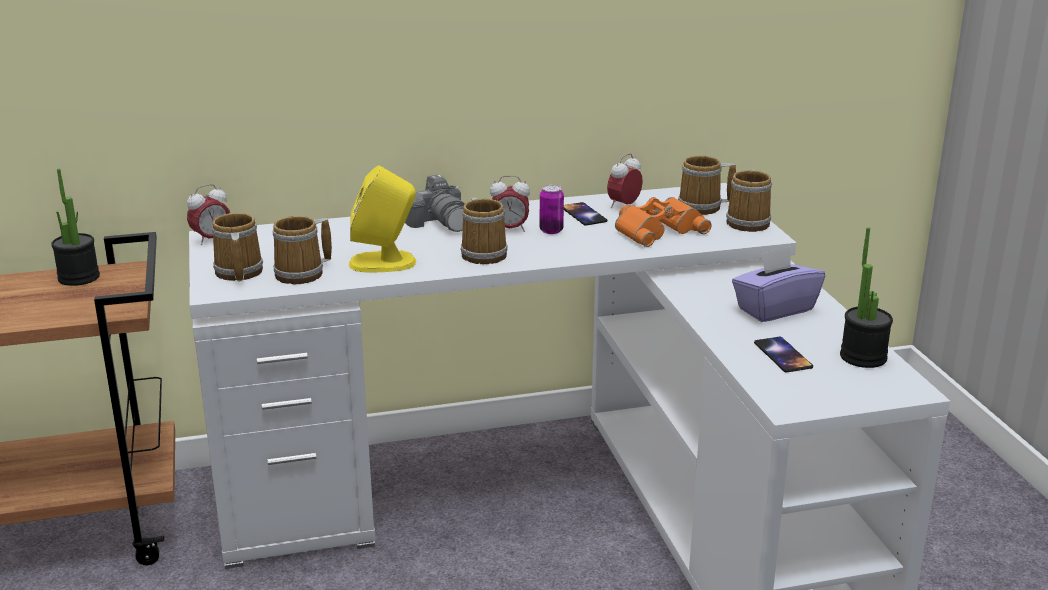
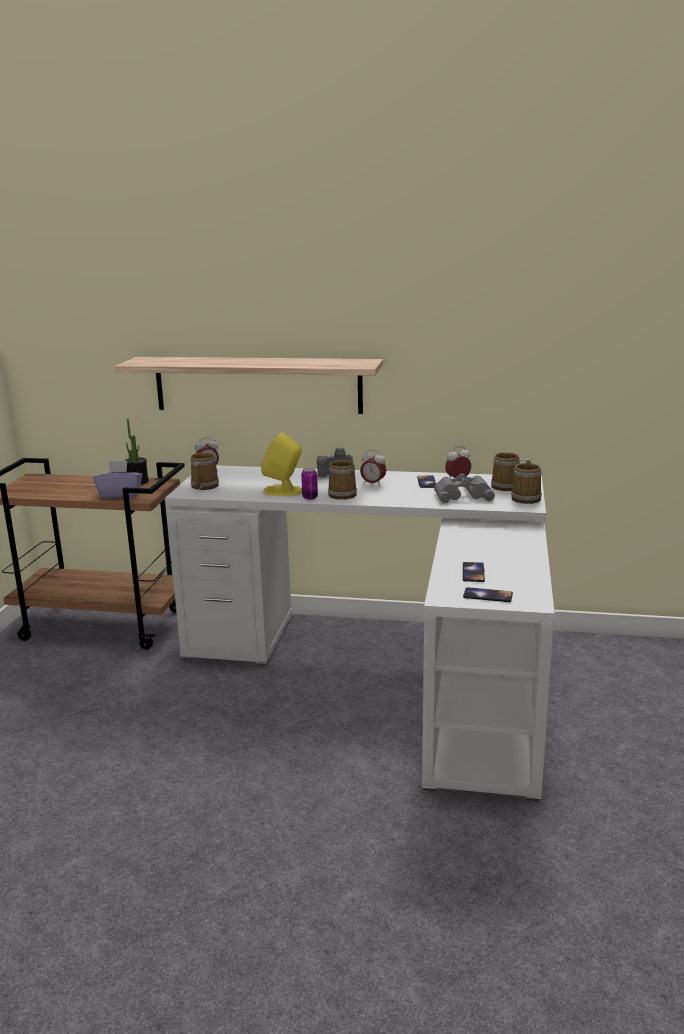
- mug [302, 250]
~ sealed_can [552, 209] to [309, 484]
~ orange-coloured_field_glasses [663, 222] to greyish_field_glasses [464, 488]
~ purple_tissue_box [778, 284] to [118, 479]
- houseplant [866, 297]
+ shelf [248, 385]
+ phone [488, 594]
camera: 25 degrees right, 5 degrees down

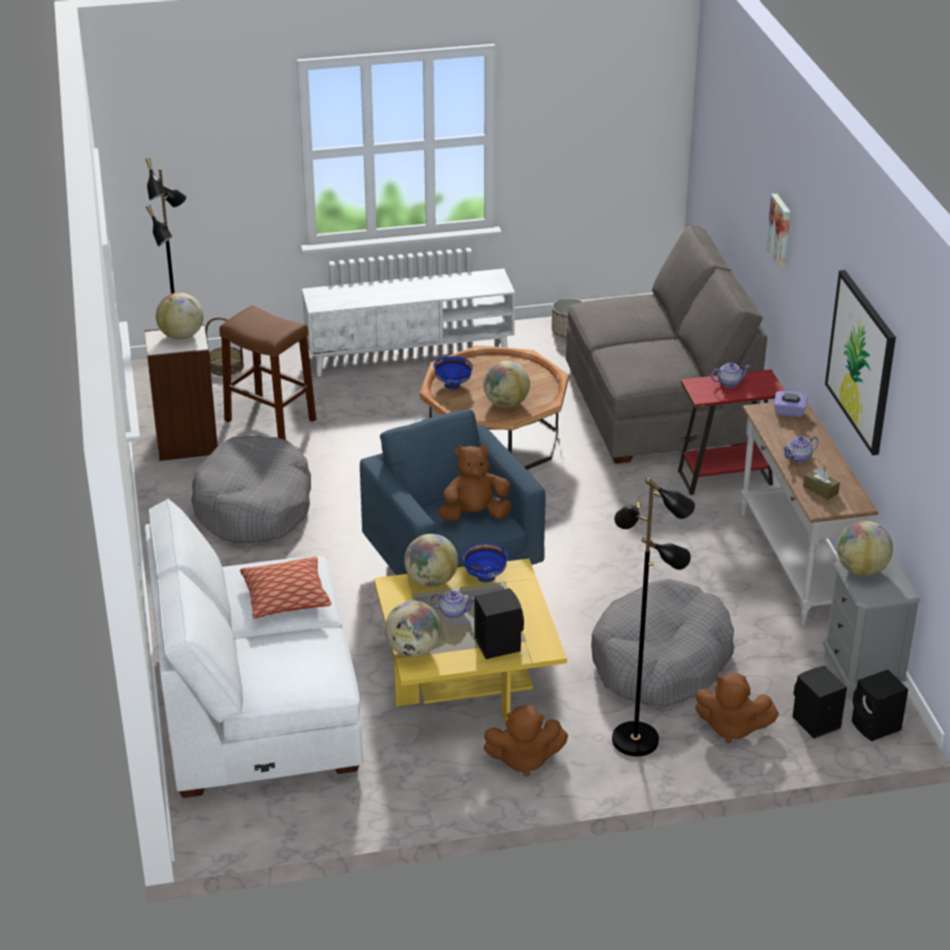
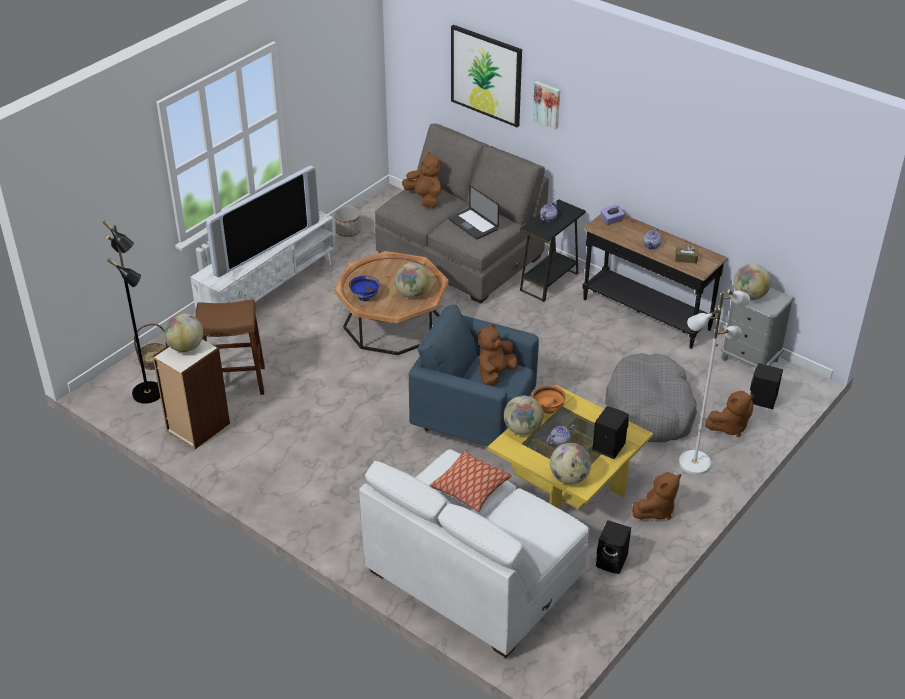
- greyish_dog_cushion [251, 489]
~ bluish_deep_dish [485, 562] to orange-coloured_deep_dish [549, 399]
~ black-coloured_standard_lamp [653, 616] to white-coloured_standard_lamp [714, 382]
~ red-coloured_side_table [731, 432] to black-coloured_side_table [553, 250]
~ white-coloured_hall_table [809, 514] to black-coloured_hall_table [655, 281]
~ wall_picture [860, 362] to [486, 76]
~ black-coloured_audio_speaker [880, 705] to [613, 547]
+ TV [263, 221]
+ brown_cuddly_toy [421, 180]
+ laptop [473, 212]
camera: 40 degrees left, 5 degrees up

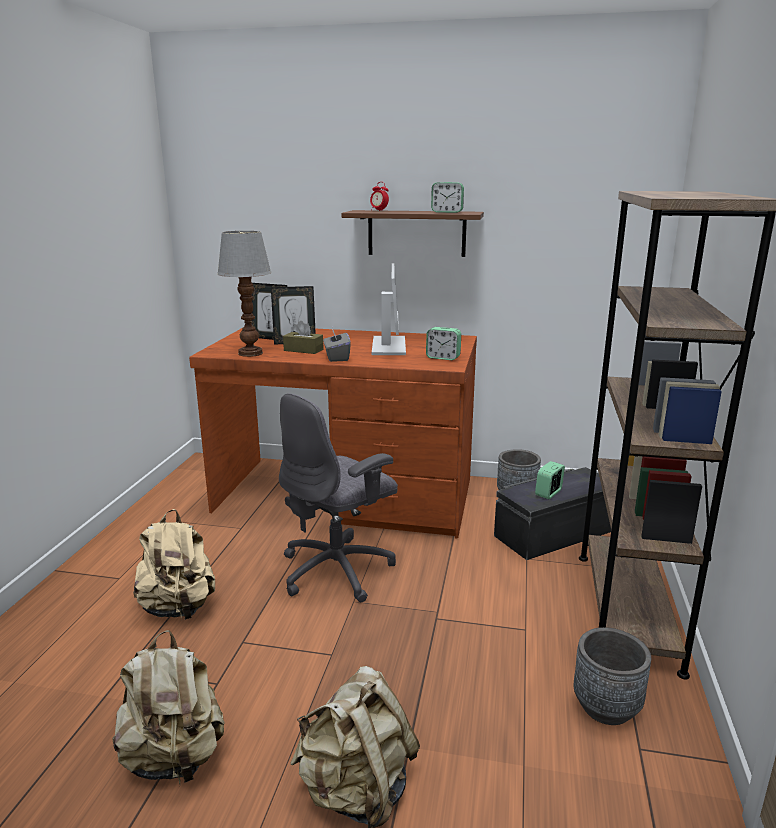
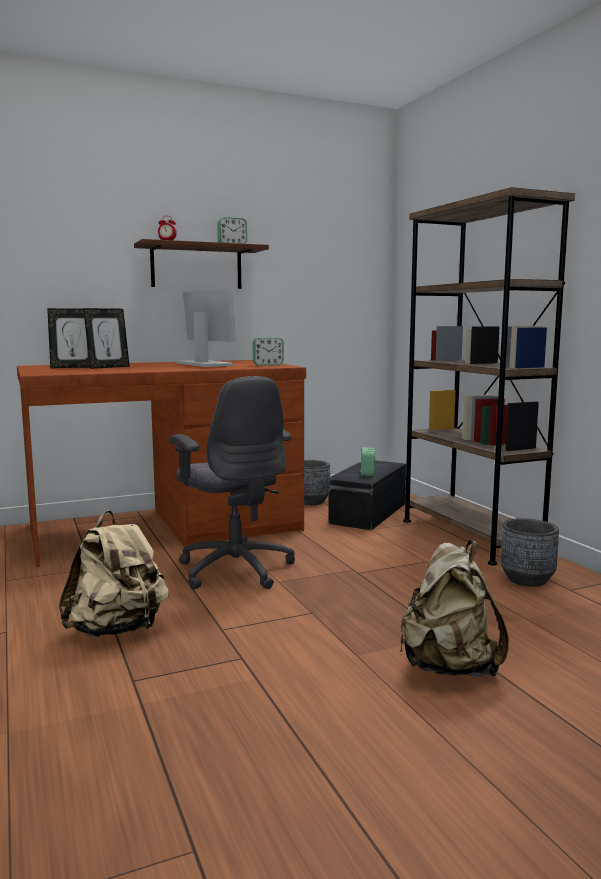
- sand-coloured_knapsack [168, 707]
- lamp_for_a_table [244, 294]
~ greyish_computer_chair [338, 497] = [232, 482] 45 degrees counterclockwise
- brown_tissue_box [303, 337]
- greyish_tissue_box [337, 344]
camera: 35 degrees left, 10 degrees down

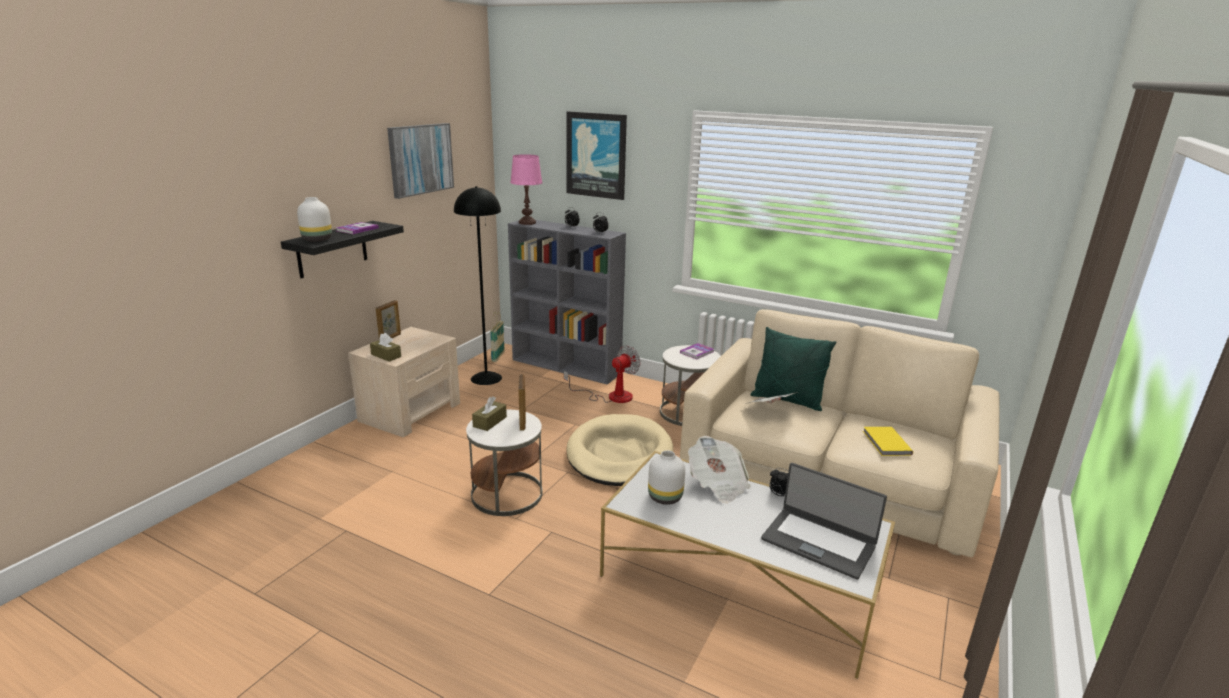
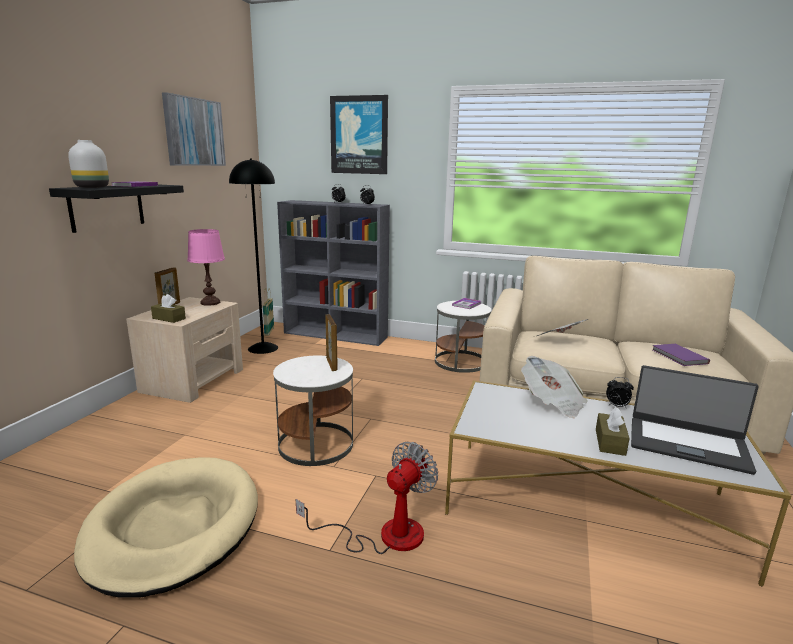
~ brown_tissue_box [489, 414] to [613, 431]
~ pinkish_lamp_for_a_table [526, 189] to [206, 267]
~ electric_fan [602, 374] to [367, 498]
~ sand-coloured_dog_cushion [619, 450] to [166, 527]
- white-coloured_flower_vase [666, 477]
- greenish_pillow [793, 369]
~ yellow-coloured_bound_book [888, 441] to purple_bound_book [681, 355]
camera: 10 degrees left, 5 degrees down

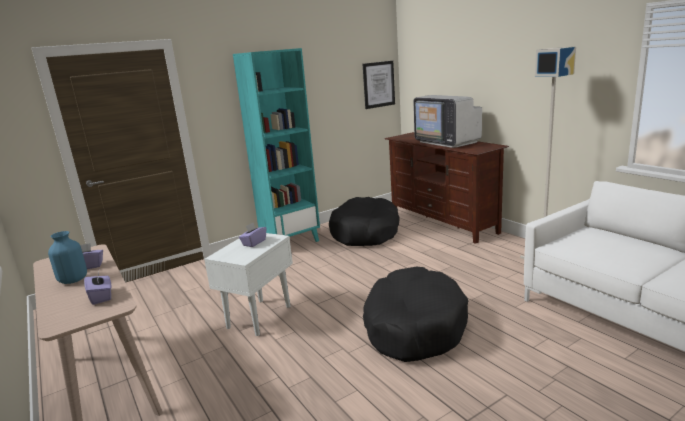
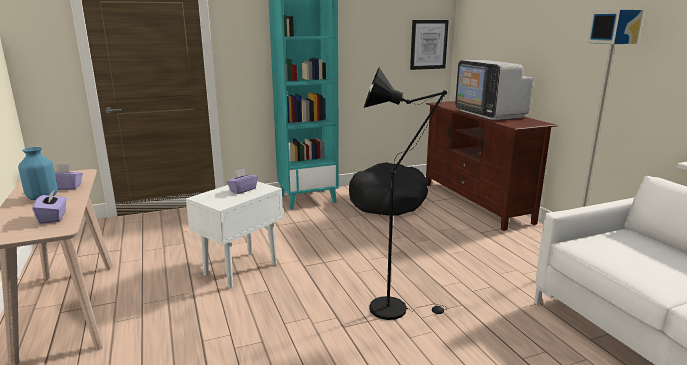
~ black-coloured_dog_cushion [415, 314] to black-coloured_standard_lamp [405, 193]
camera: 10 degrees right, 0 degrees up

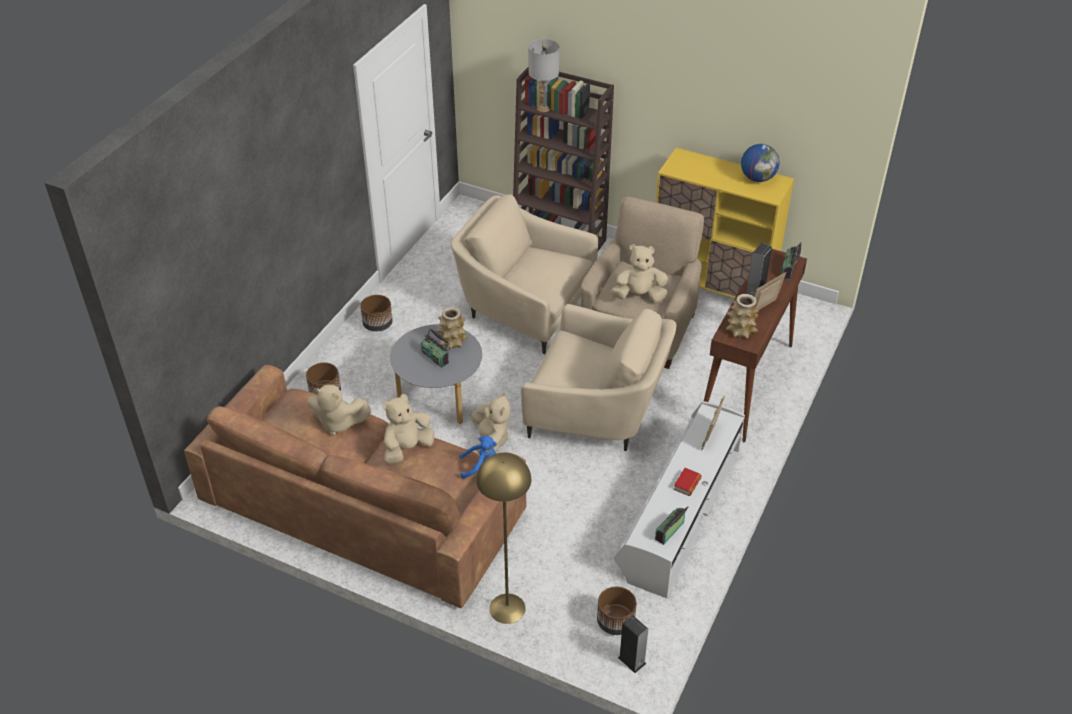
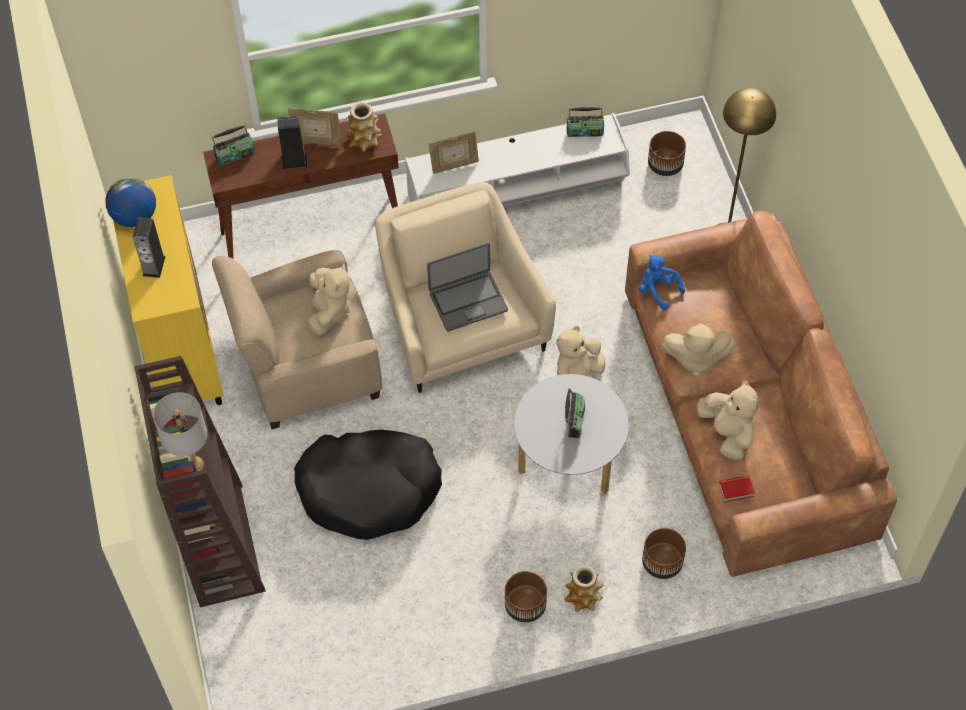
~ flower_vase [452, 328] to [584, 589]
~ sand-coloured_lounge_chair [524, 274] to black-coloured_dog_cushion [368, 485]
~ sand-coloured_cuddly_toy [639, 273] = [329, 299] 135 degrees counterclockwise
~ audio_speaker [633, 644] to [149, 247]
~ bound_book [687, 482] to [737, 488]
+ laptop [467, 287]
camera: 130 degrees left, 15 degrees up

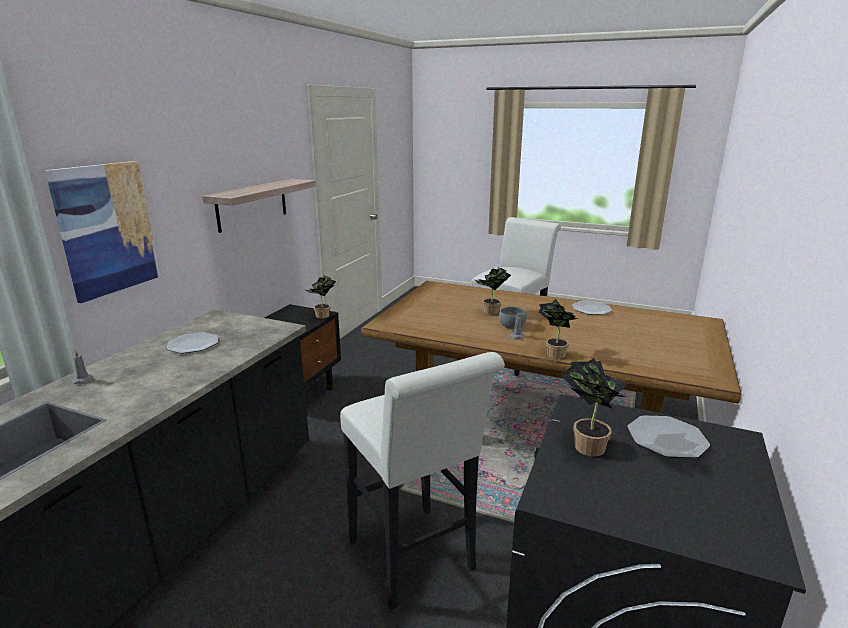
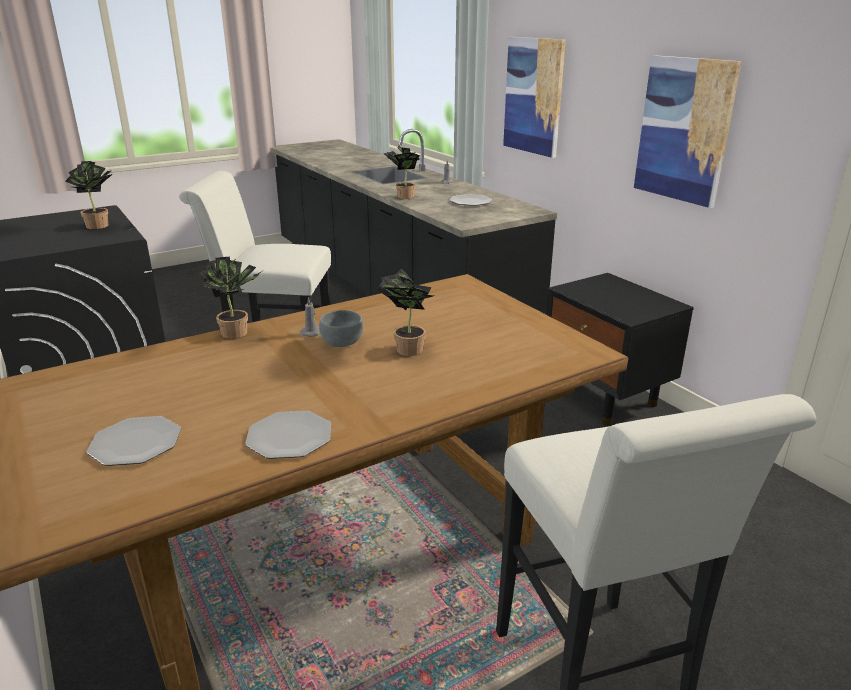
~ shelf [259, 206] to wall_picture [688, 131]
~ houseplant [321, 297] to [401, 172]
~ flat_dish [668, 436] to [134, 441]
camera: 125 degrees right, 5 degrees up

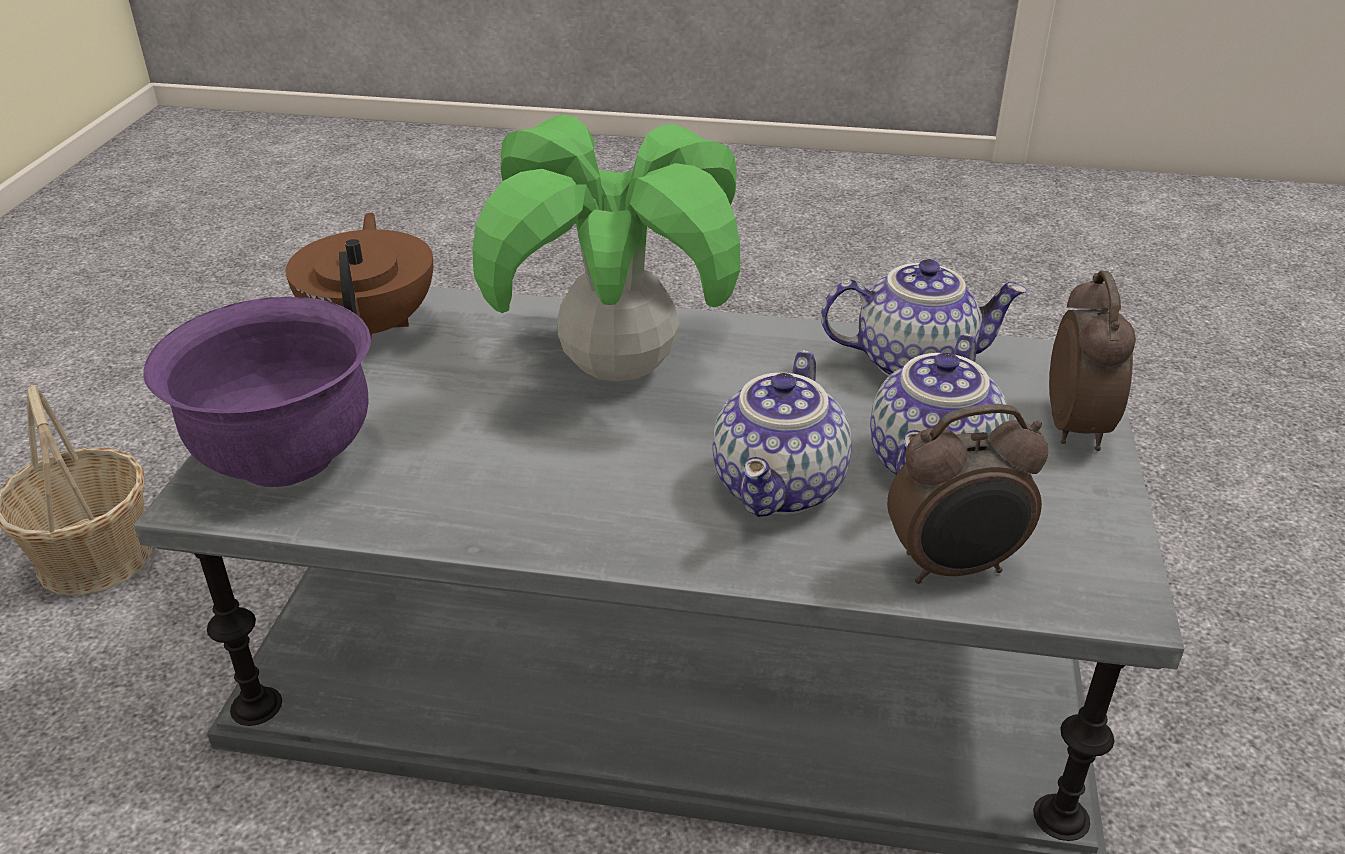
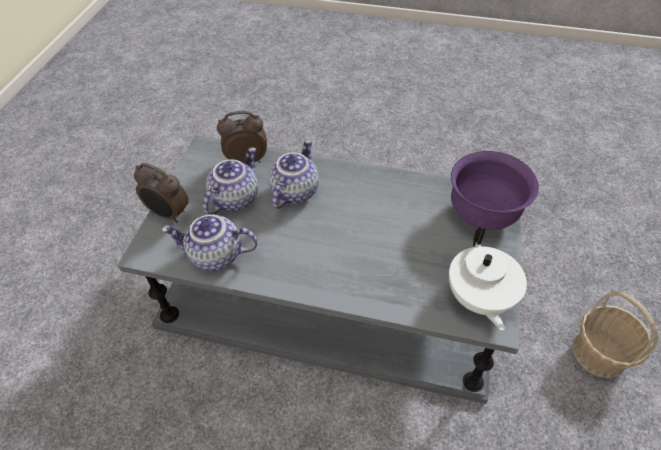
~ brown_teapot [359, 274] to white-coloured_teapot [488, 279]
- houseplant [606, 247]
~ alarm_clock [1092, 361] = [161, 193] 75 degrees counterclockwise
camera: 175 degrees left, 15 degrees up

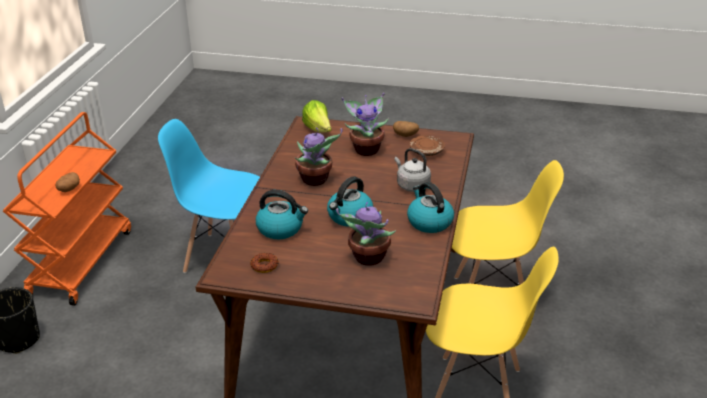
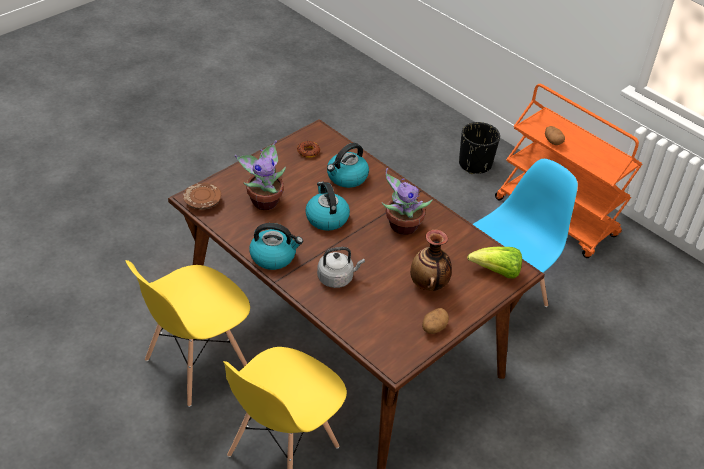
~ houseplant [365, 124] to flower_vase [431, 260]
~ brown_flat_dish [427, 146] to [202, 196]
camera: 120 degrees right, 10 degrees up

